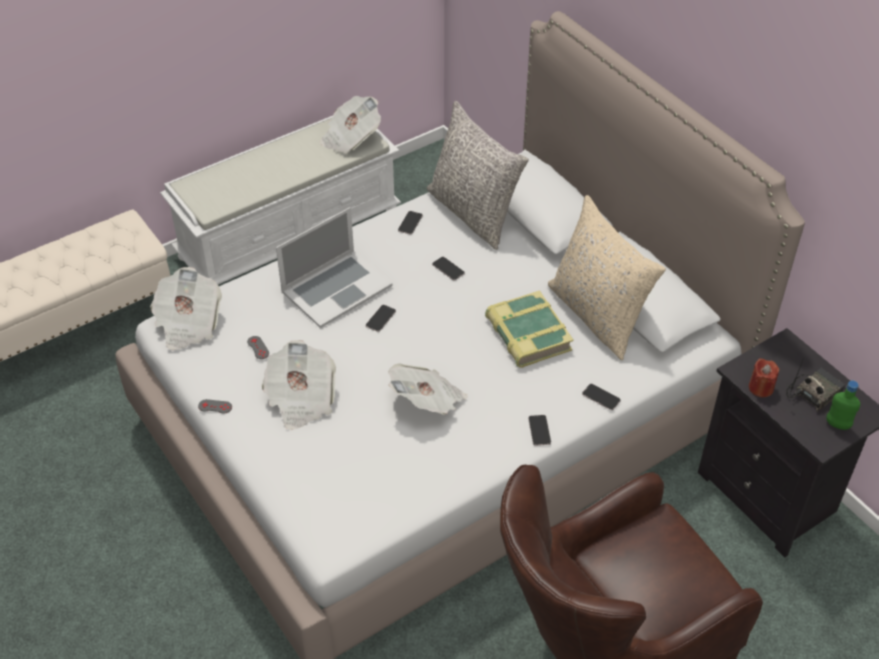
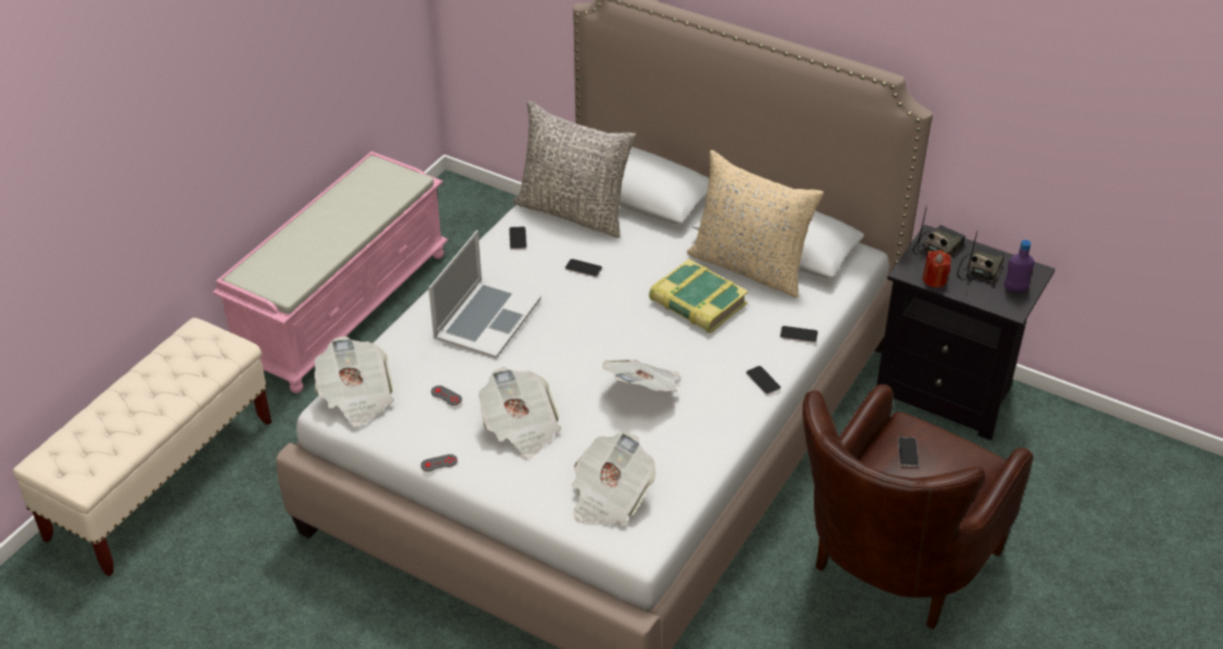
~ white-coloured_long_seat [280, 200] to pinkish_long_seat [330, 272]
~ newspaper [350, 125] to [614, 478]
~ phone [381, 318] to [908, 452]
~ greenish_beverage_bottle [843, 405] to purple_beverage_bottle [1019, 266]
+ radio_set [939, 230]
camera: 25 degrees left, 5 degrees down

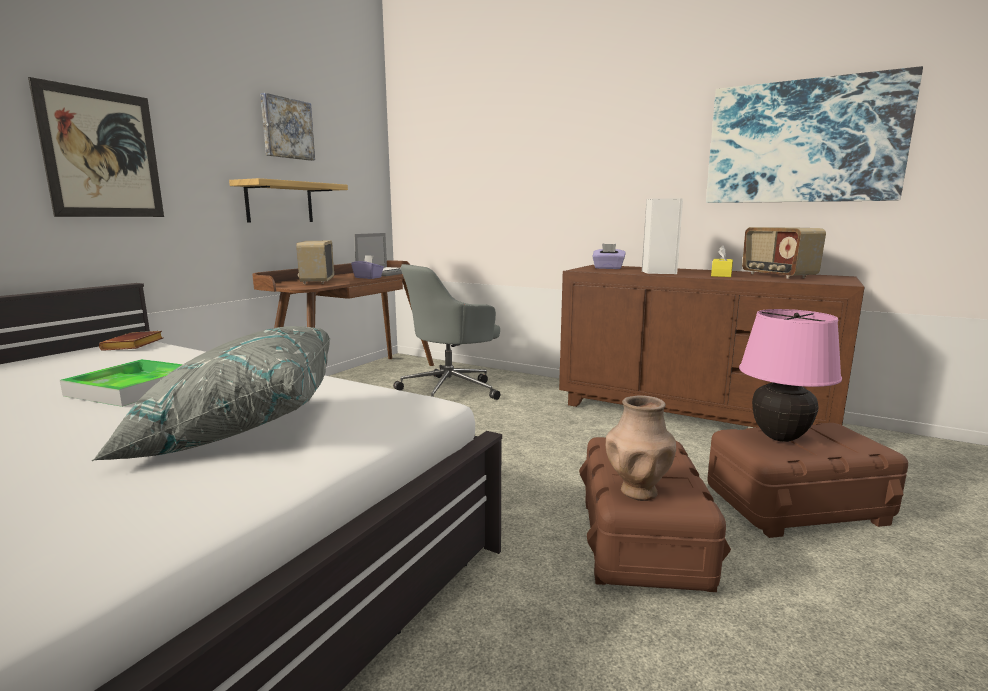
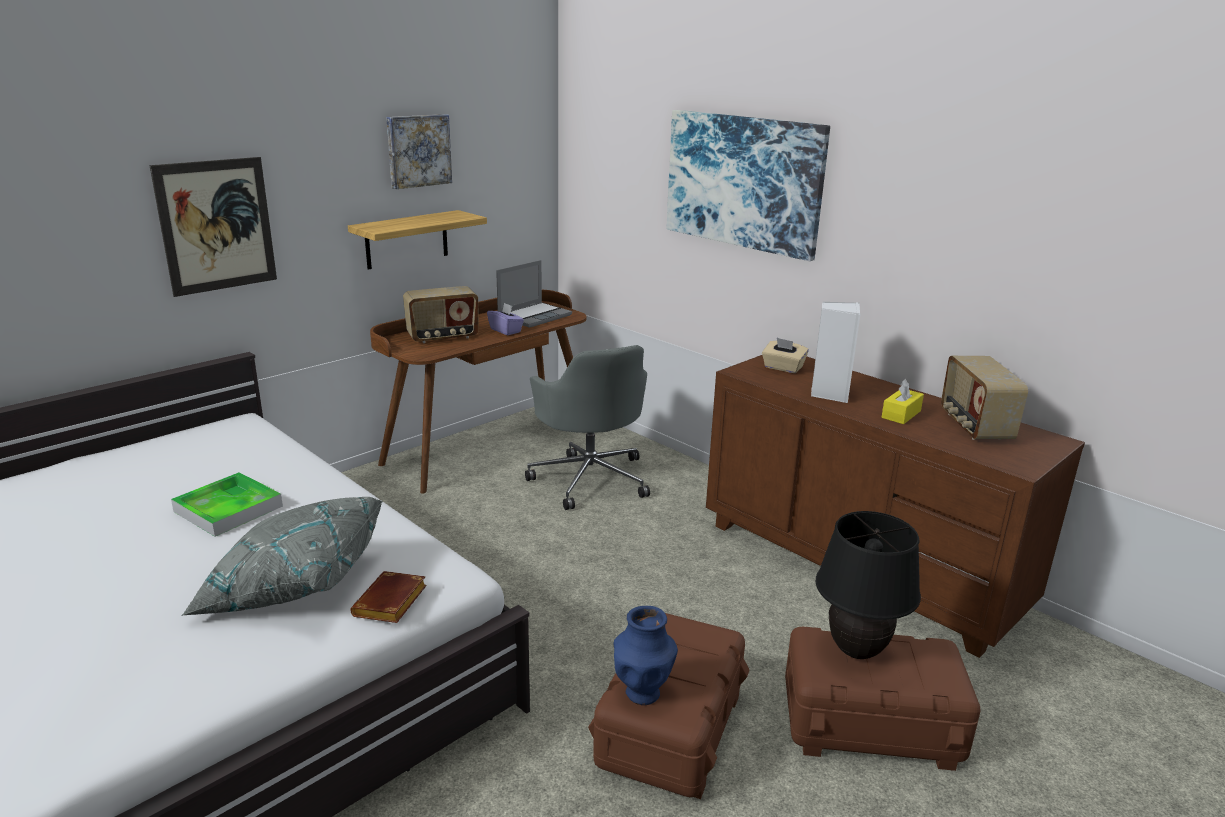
~ brown_bound_book [131, 341] to [388, 597]
~ radio_set [315, 262] = [441, 314] 120 degrees counterclockwise
~ greyish_computer_chair [447, 332] = [587, 427] 90 degrees counterclockwise
~ purple_tissue_box [609, 256] to sand-coloured_tissue_box [785, 355]
~ brown_flower_vase [641, 448] to bluish_flower_vase [645, 655]
~ wall_picture [814, 134] to [748, 185]
~ pinkish_lamp_for_a_table [790, 375] to black-coloured_lamp_for_a_table [868, 585]
camera: 15 degrees right, 10 degrees up

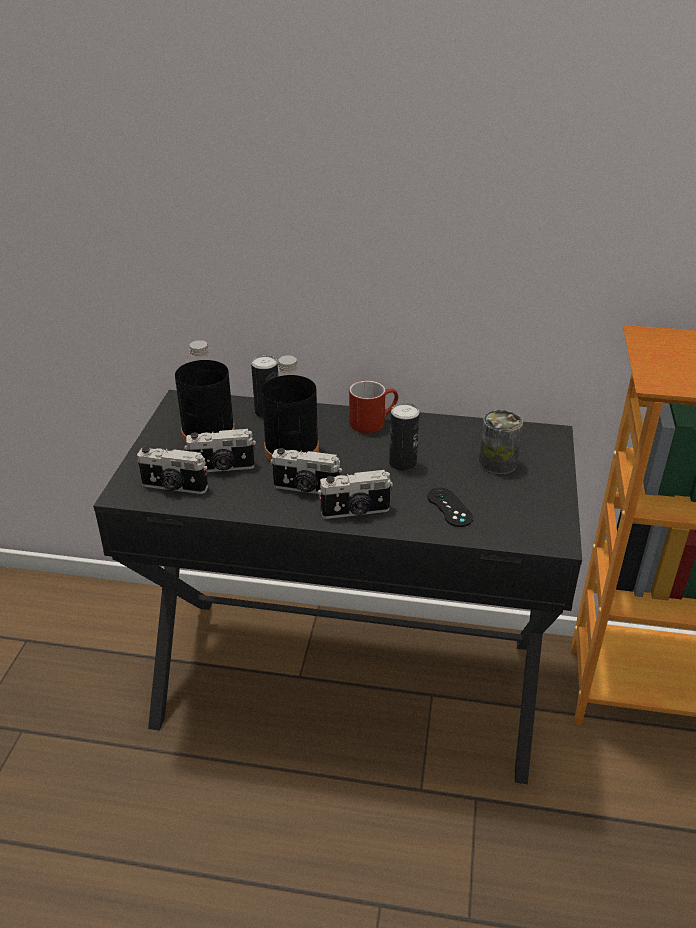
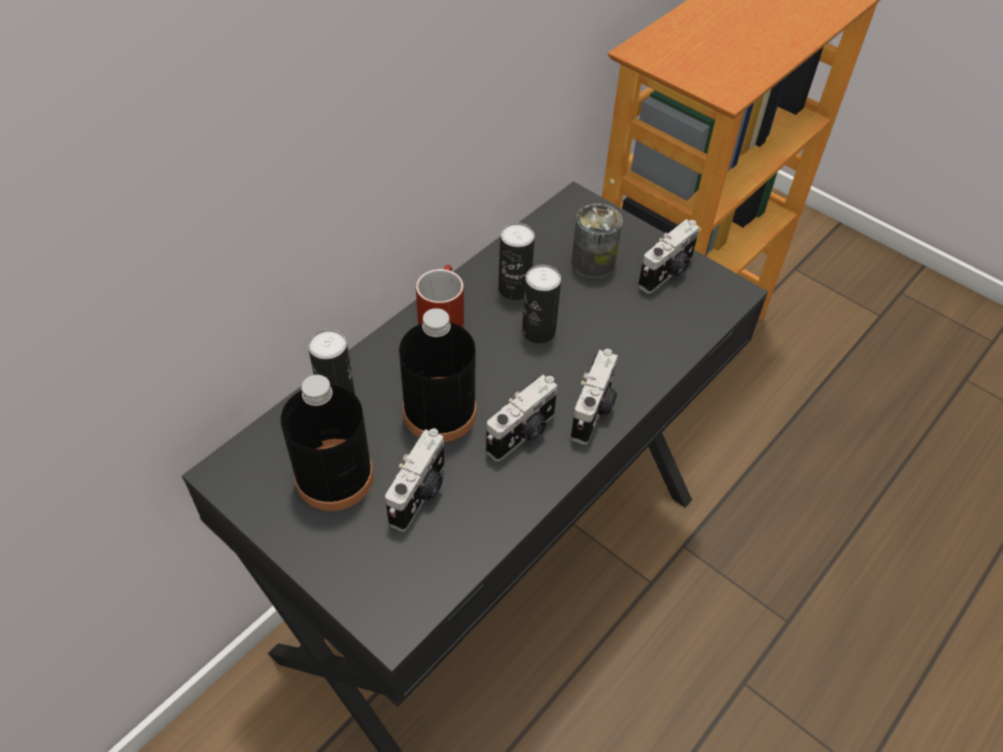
~ still_camera [172, 470] to [669, 256]
- black-coloured_game_controller [450, 507]
+ sealed_can [516, 261]
camera: 60 degrees left, 15 degrees up

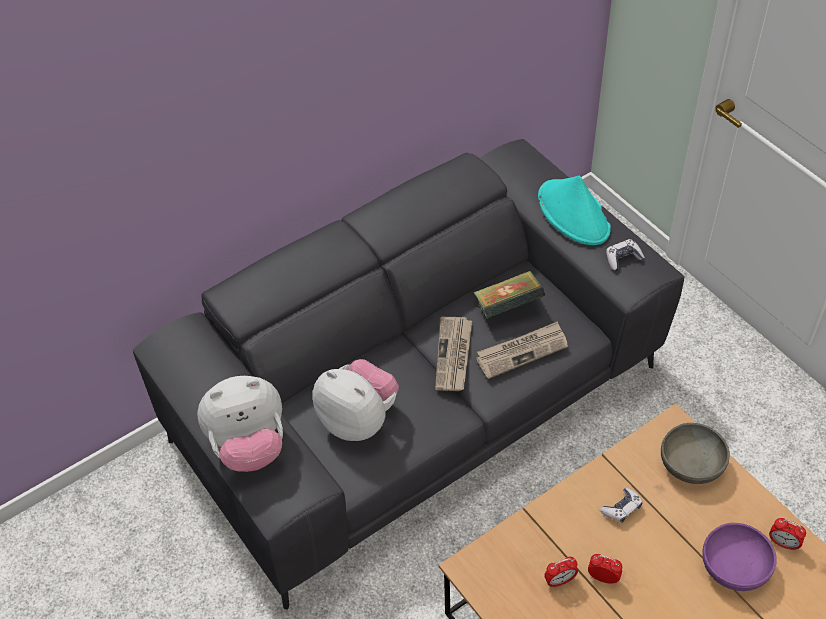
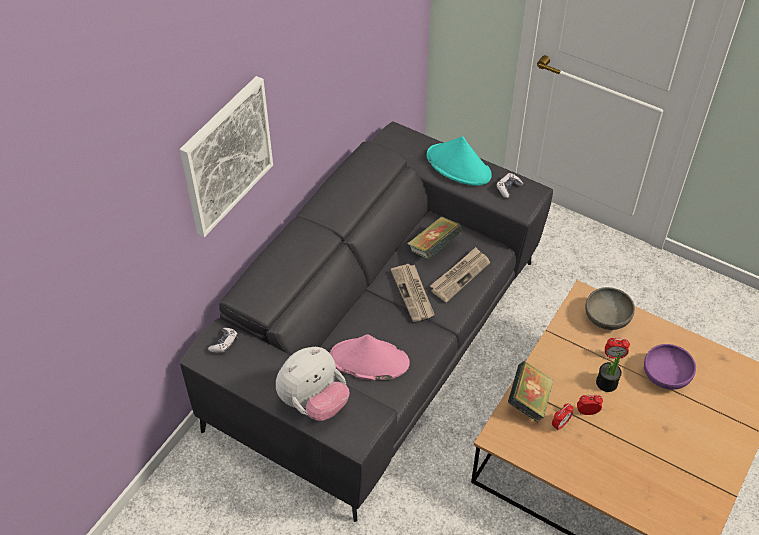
~ cuddly_toy [356, 400] to pinkish_wearable_hat [370, 357]
~ game_controller [621, 505] to [223, 340]
~ alarm_clock [787, 534] to [617, 348]
+ wall_picture [226, 156]
+ bound_book [530, 391]
+ houseplant [609, 371]
camera: 25 degrees left, 0 degrees up

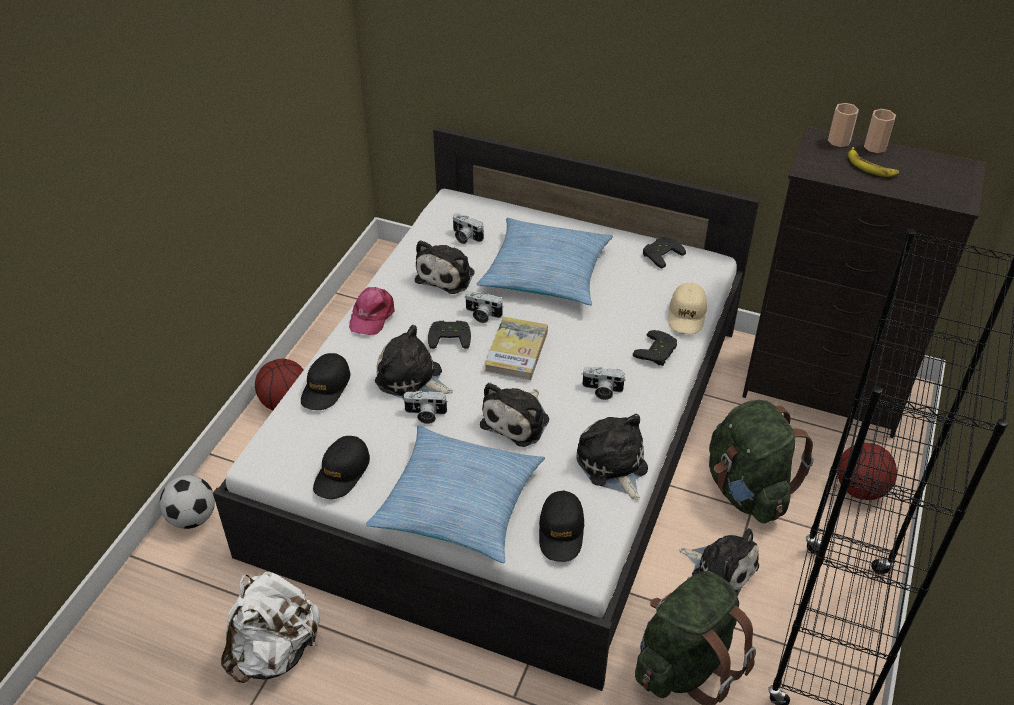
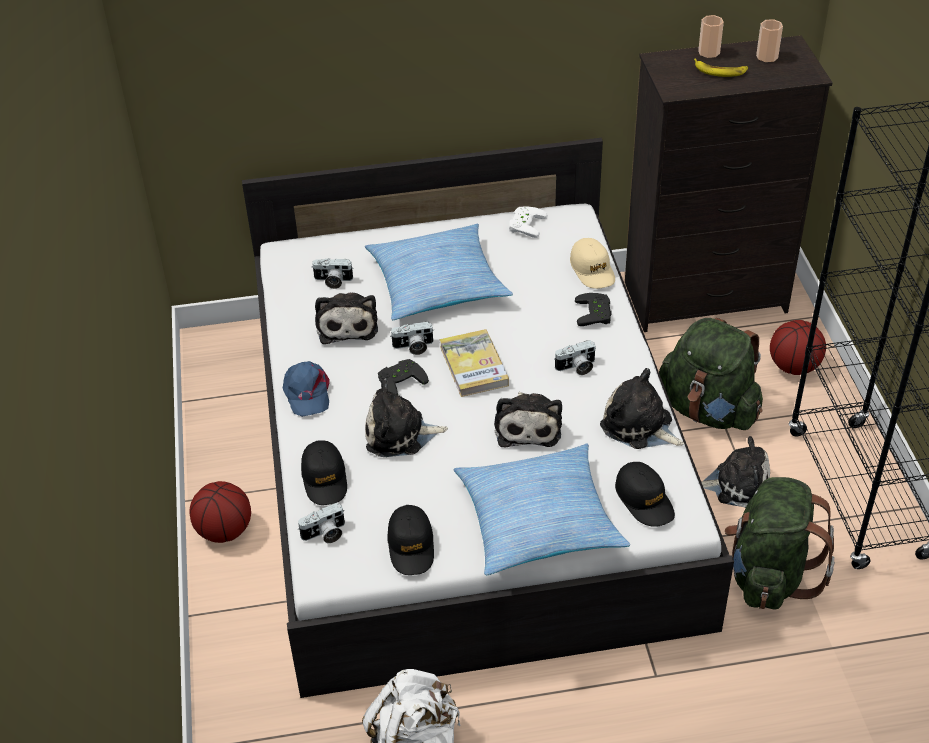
- football_ball [187, 502]
~ pinkish_cap [372, 311] to bluish_cap [306, 389]
~ still_camera [426, 407] to [321, 523]
~ black-coloured_game_controller [664, 252] to white-coloured_game_controller [528, 222]
~ cup [843, 125] to [769, 40]
camera: 30 degrees left, 0 degrees up

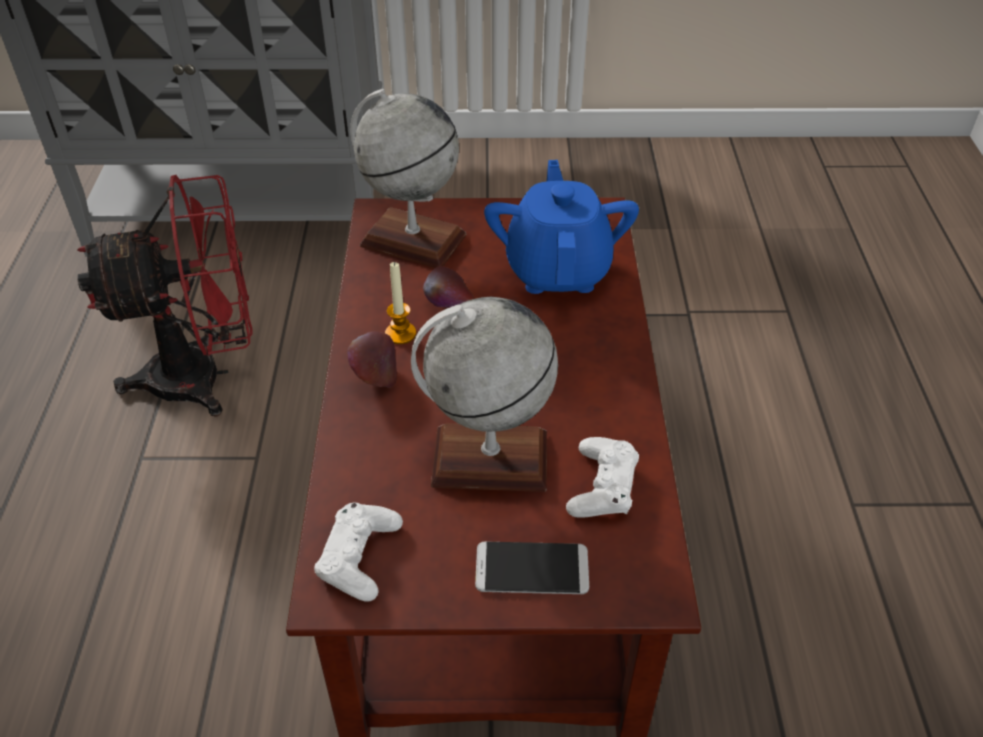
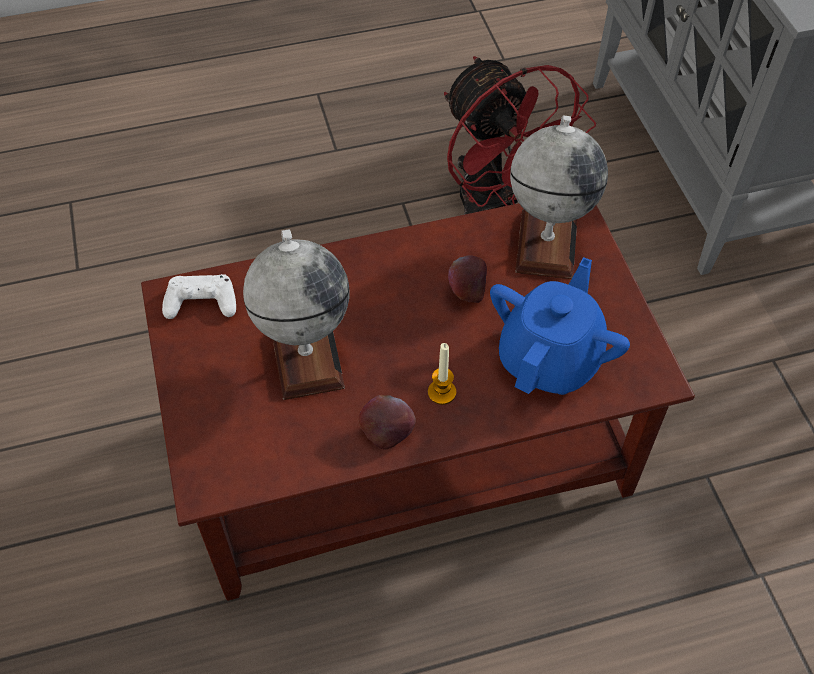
~ apple [372, 359] to [387, 422]
~ candle [400, 303] to [442, 374]
- phone [532, 567]
~ bluish_teapot [561, 227] = [560, 326] 45 degrees counterclockwise
- white-coloured_game_controller [602, 477]
camera: 75 degrees right, 10 degrees up

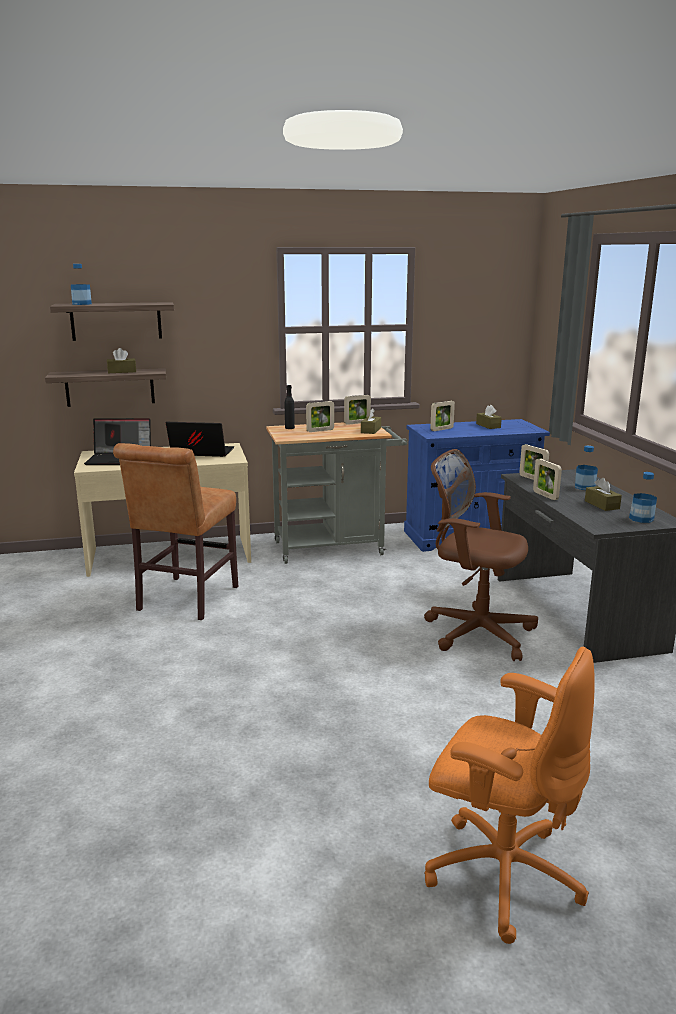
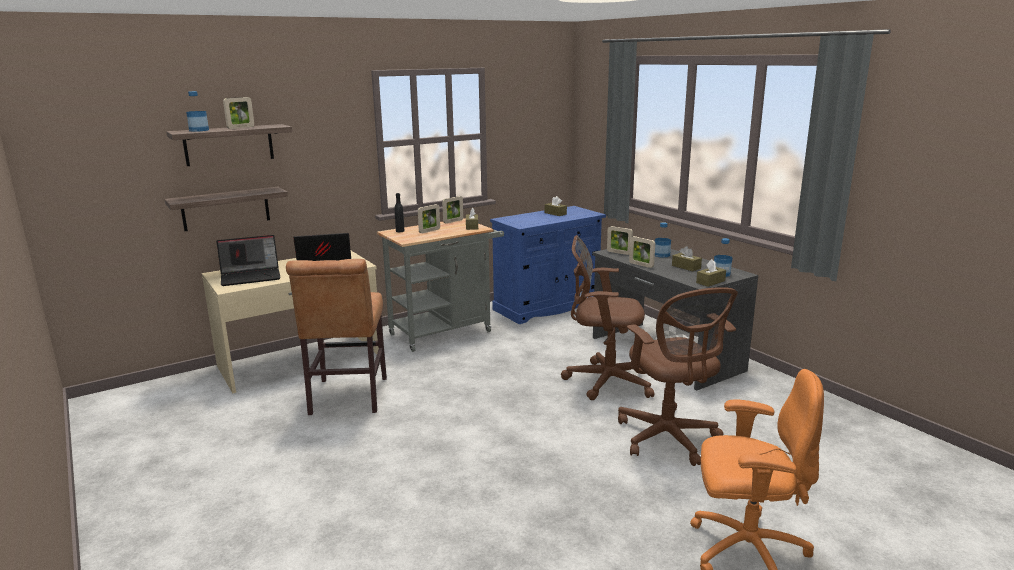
~ brown_tissue_box [121, 360] to [711, 273]
~ photo_frame [442, 416] to [238, 113]
+ brown_computer_chair [678, 376]
camera: 20 degrees left, 0 degrees up

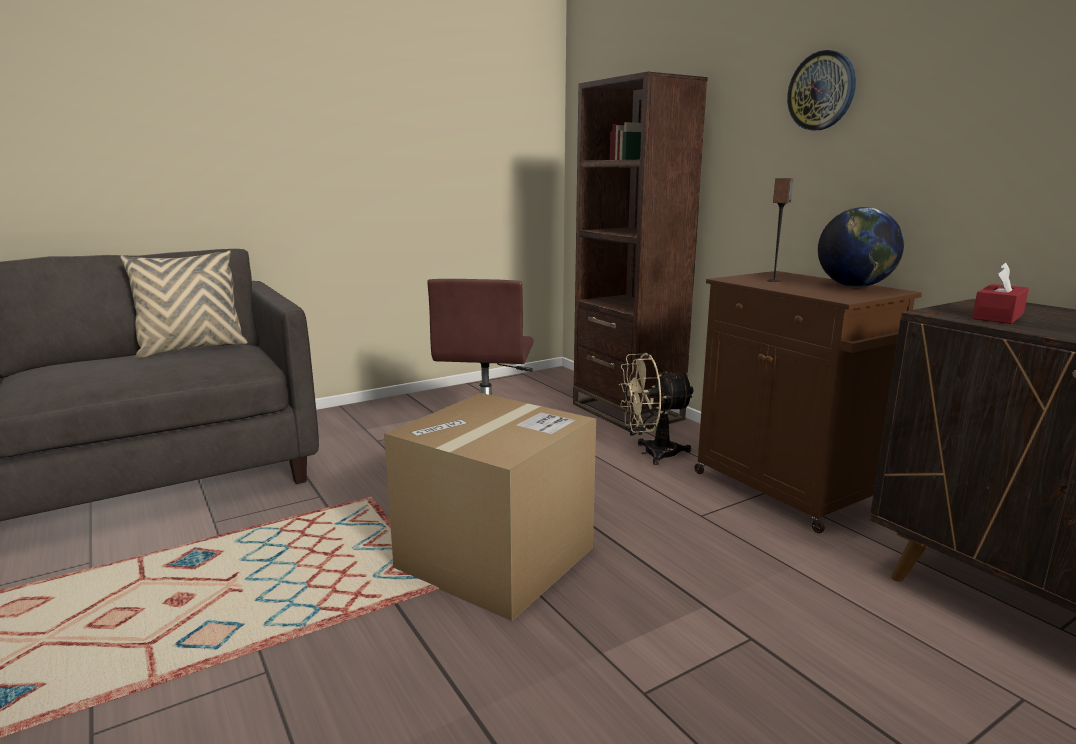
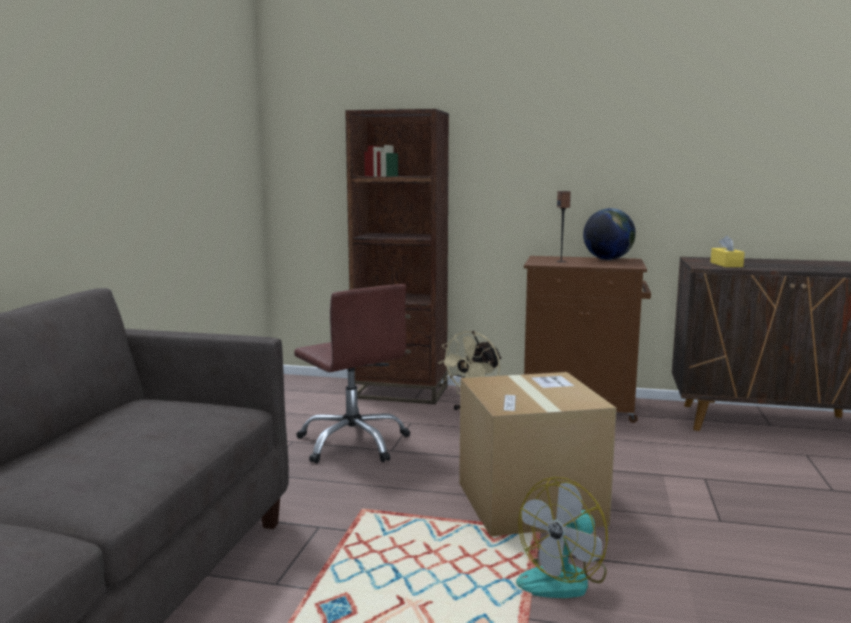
- sand-coloured_pillow [183, 304]
- clock_on_the_wall [821, 90]
~ red-coloured_tissue_box [1000, 293] to yellow-coloured_tissue_box [727, 251]
+ electric_fan [562, 537]
camera: 45 degrees left, 5 degrees down

